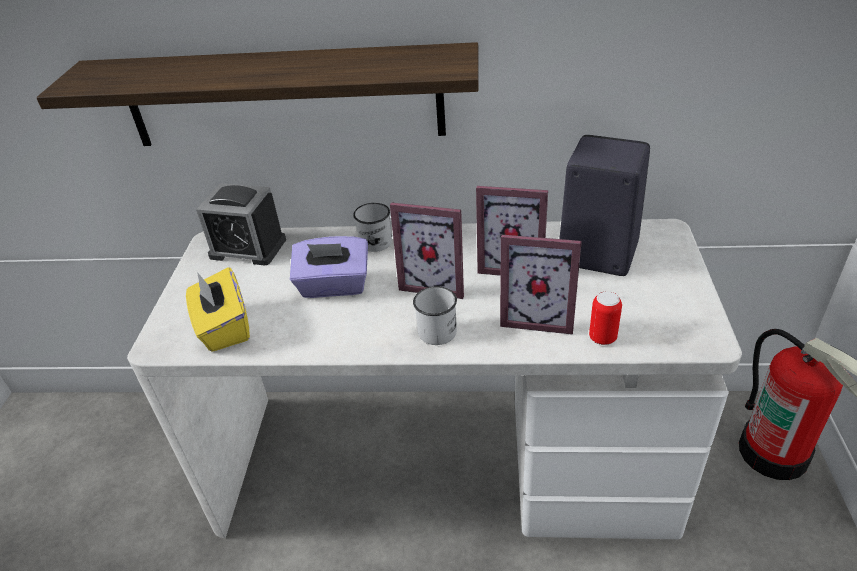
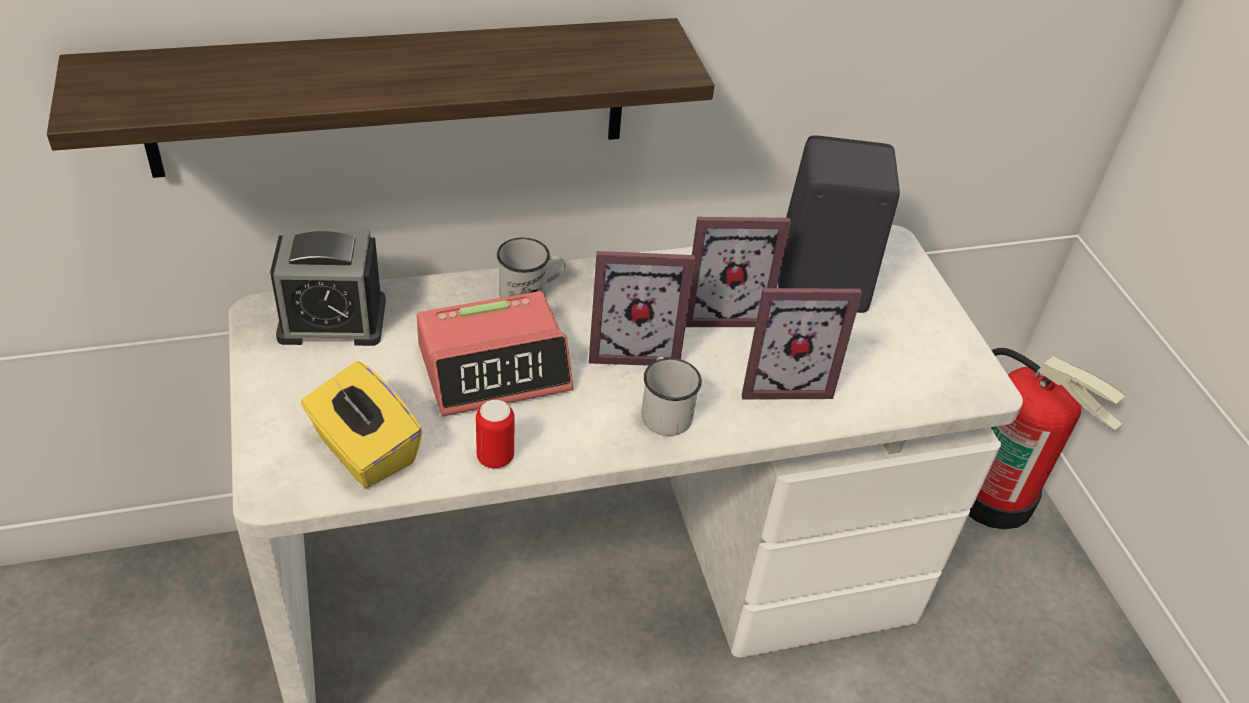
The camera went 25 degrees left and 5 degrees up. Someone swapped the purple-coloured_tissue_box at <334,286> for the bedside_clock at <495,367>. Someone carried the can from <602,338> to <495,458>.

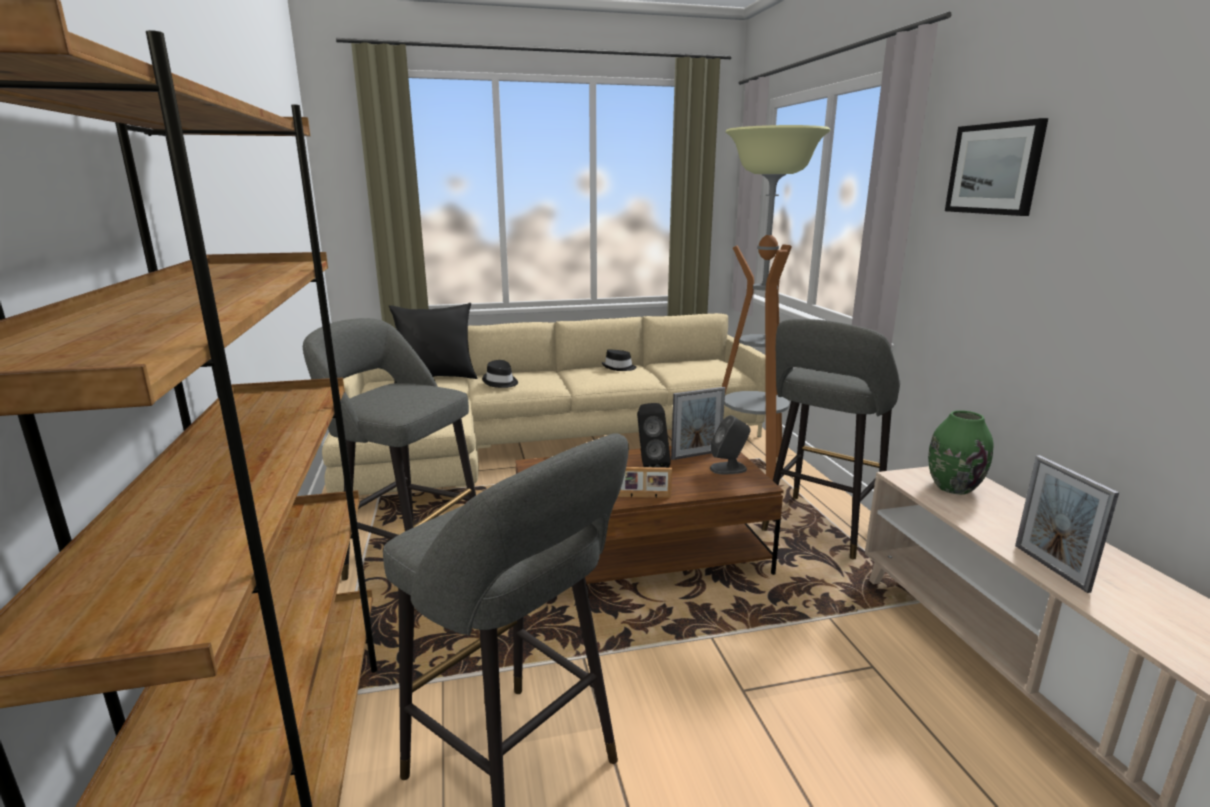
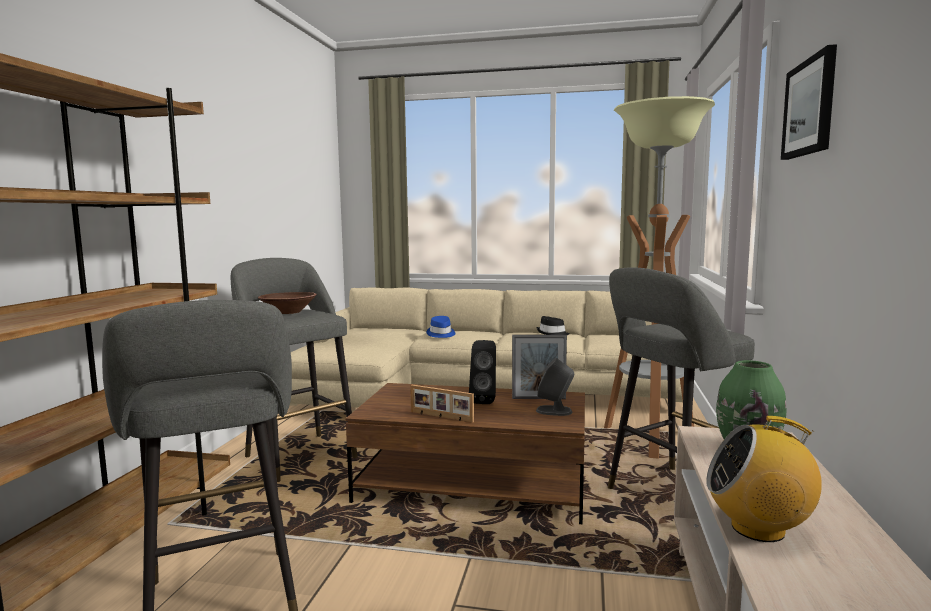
The camera went 25 degrees right and 10 degrees down. Someone put down the brownish_deep_dish at <288,312>. Someone repainted the blackish_clothing_hat at <500,382>, which became the bluish_clothing_hat at <441,334>. Someone swapped the standing_frame at <1050,568> for the radio at <758,529>. Someone took away the blackish_cushion at <436,378>.

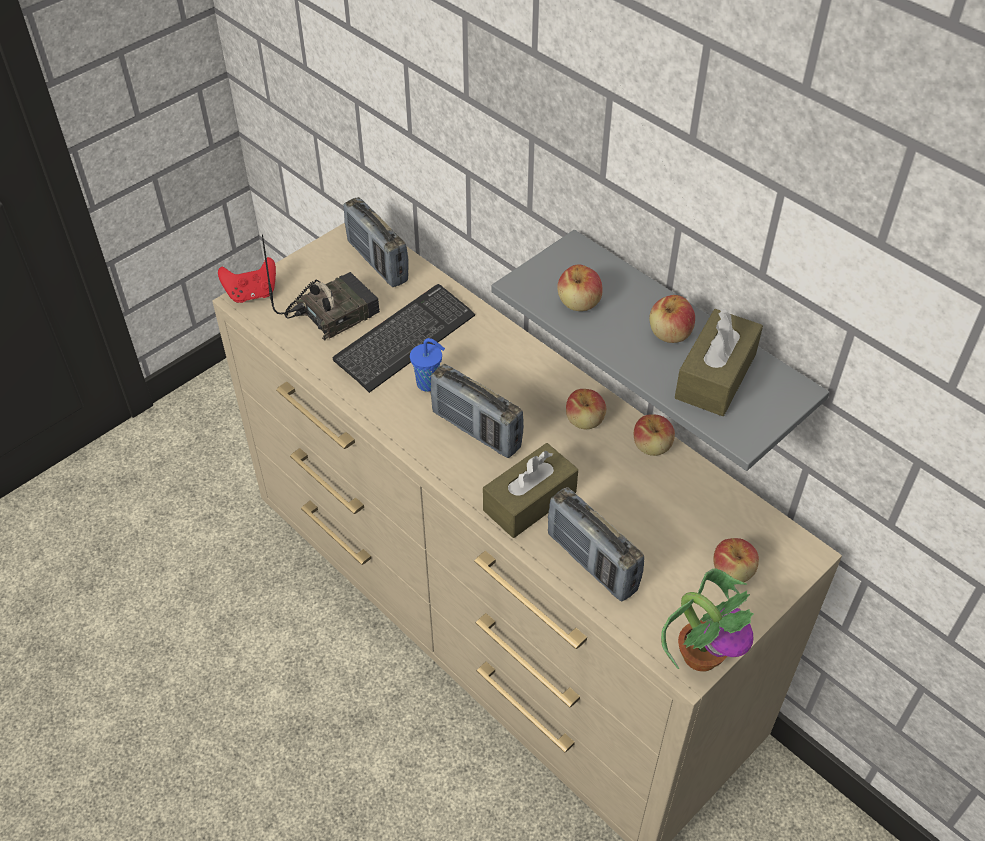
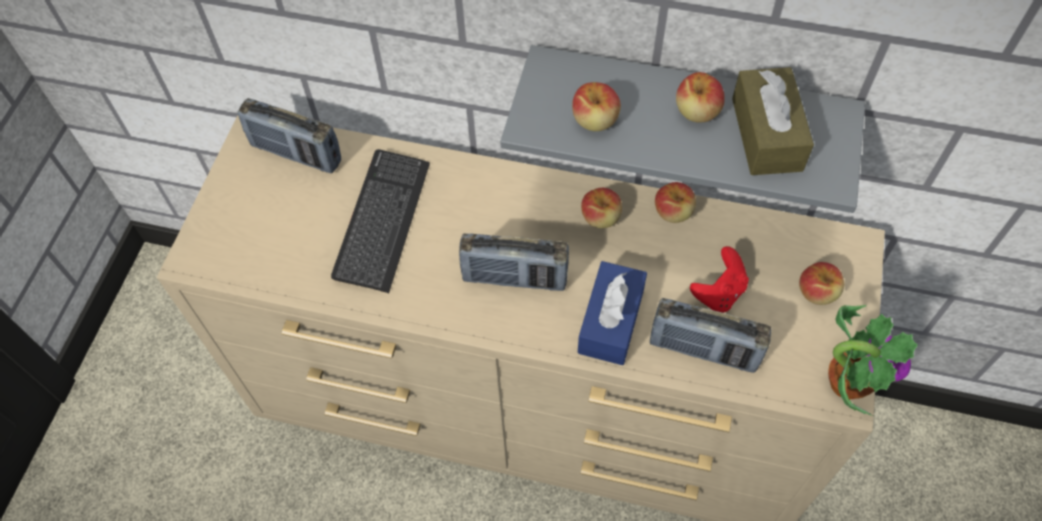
The camera went 30 degrees left and 10 degrees up. Someone repainted the brownish_tissue_box at <530,501>, which became the bluish_tissue_box at <611,321>. Someone carried the reddish_joypad from <252,294> to <718,292>. Someone took away the radio at <332,312>. Someone took away the bluish_small_cup at <429,384>.

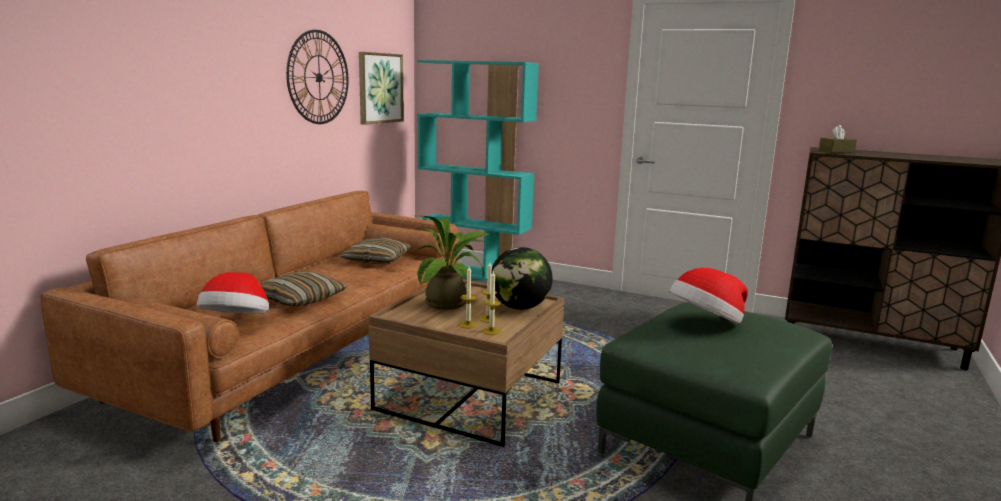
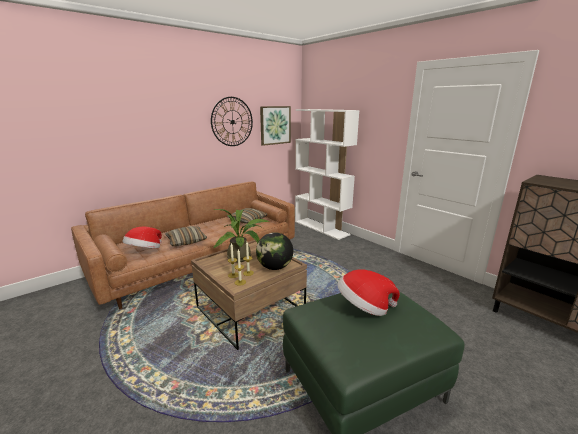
The camera went 25 degrees right and 5 degrees up. Someone repainted the turquoise-coloured_shelving_unit at <474,273>, which became the whitish_shelving_unit at <321,228>. Someone took away the brownish_tissue_box at <836,152>.

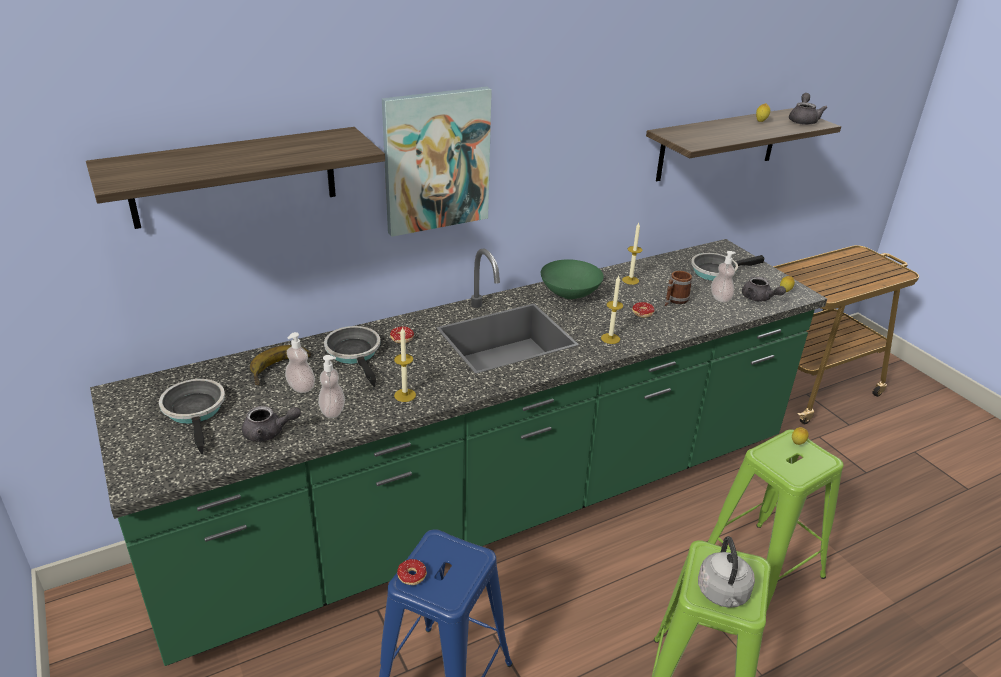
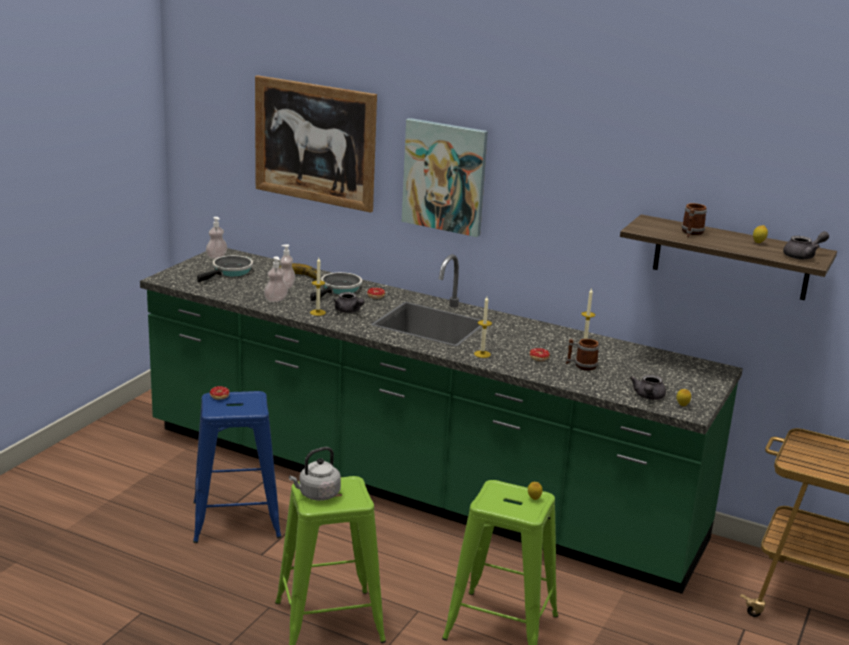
The camera went 55 degrees right and 10 degrees down. Someone carried the soap_dispenser from <720,298> to <216,257>. Someone swapped the bracket_shelf at <234,177> for the wall_picture at <315,143>. Someone carried the grey_pot_for_tea from <269,433> to <349,311>. Someone put down the mug at <691,233>. Someone took away the greenish_deep_dish at <569,294>. Someone took away the skillet at <716,271>.

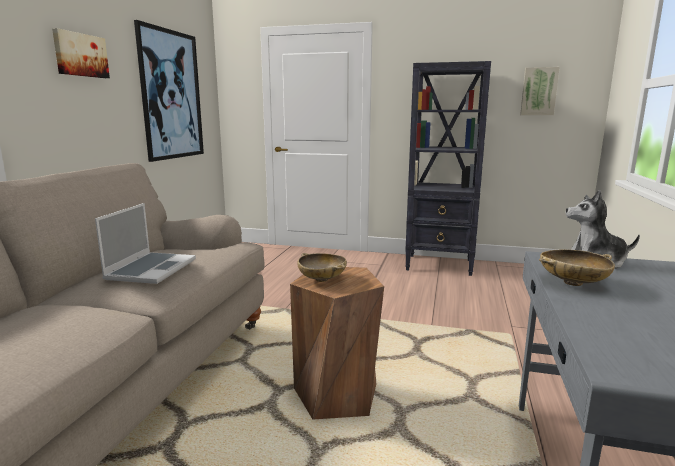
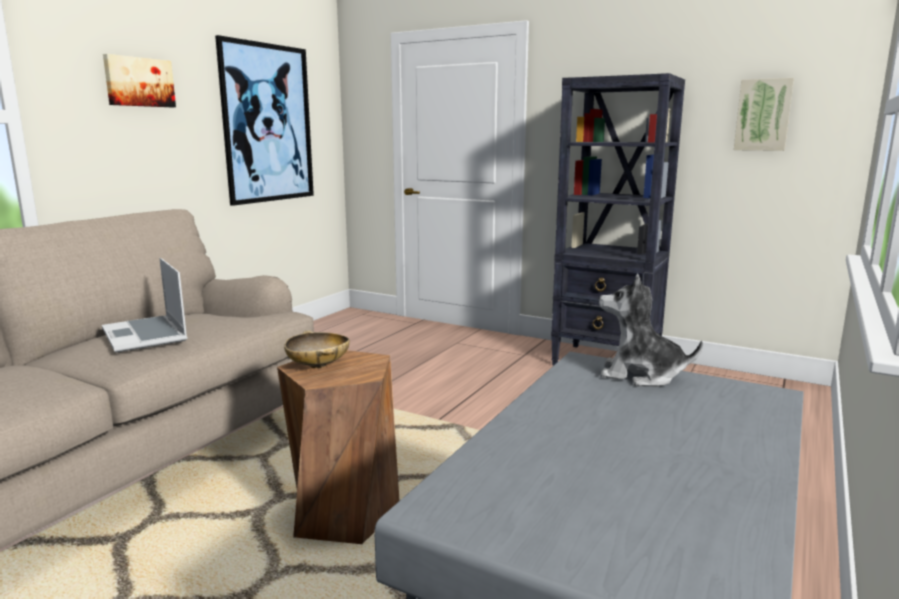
The camera went 15 degrees right and 0 degrees up. Someone rotated the notebook_computer at <151,269> by 120 degrees clockwise. Someone took away the sand-coloured_deep_dish at <572,283>.

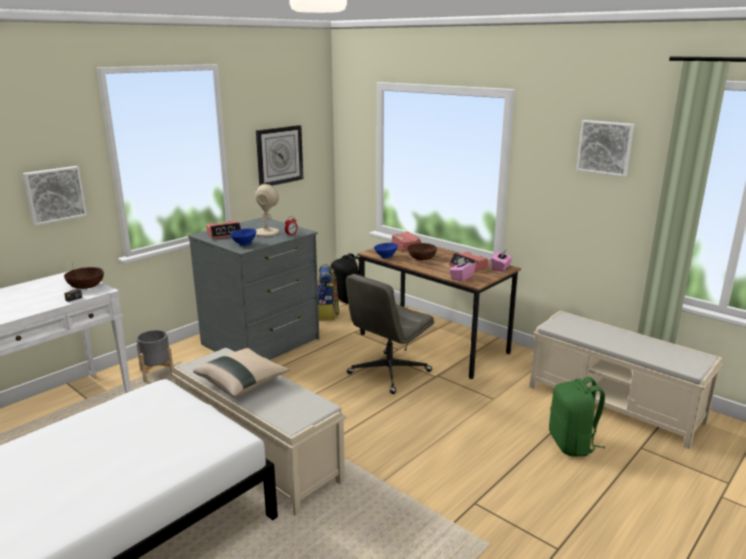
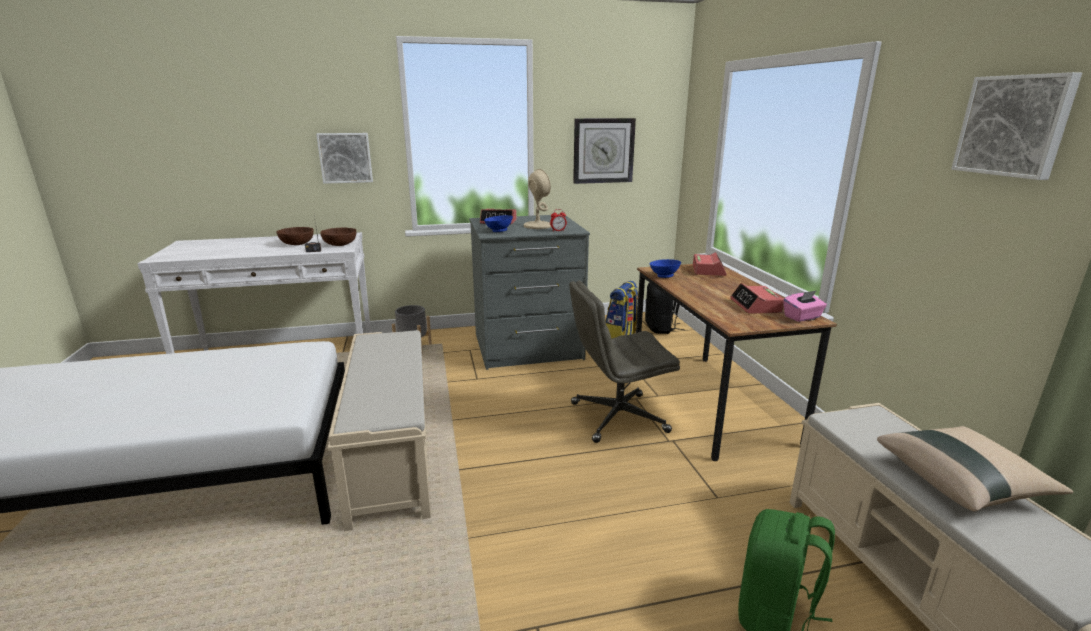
The camera went 35 degrees right and 0 degrees up. Someone carried the brownish_deep_dish from <421,258> to <297,244>. Someone carried the sand-coloured_cushion from <242,383> to <961,483>. Someone took away the pink_tissue_box at <461,277>.

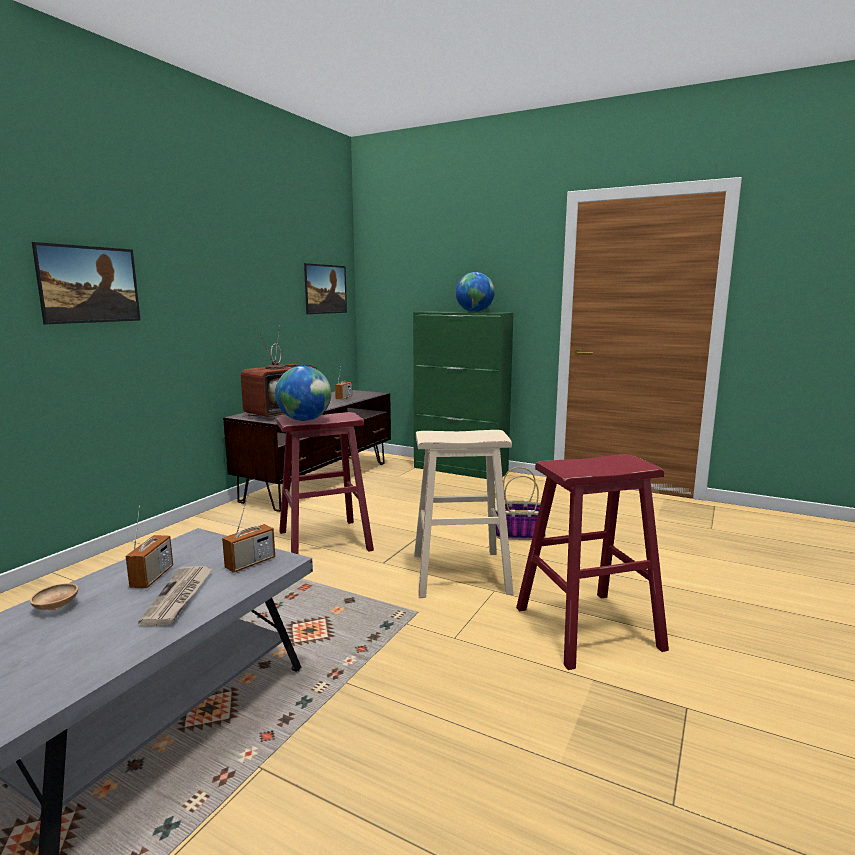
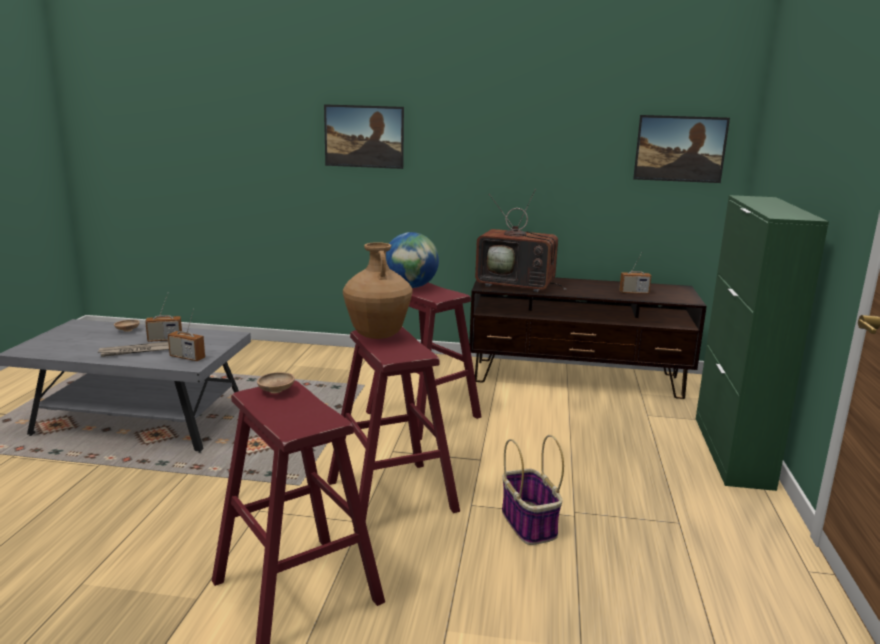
The camera went 70 degrees right and 5 degrees up. Someone put down the brownish_deep_dish at <276,391>. Someone repainted the sand-coloured_stool at <460,573>, which became the reddish_stool at <391,496>. Someone put down the brownish_decorative_vase at <378,336>. Someone took away the world_globe at <474,312>.

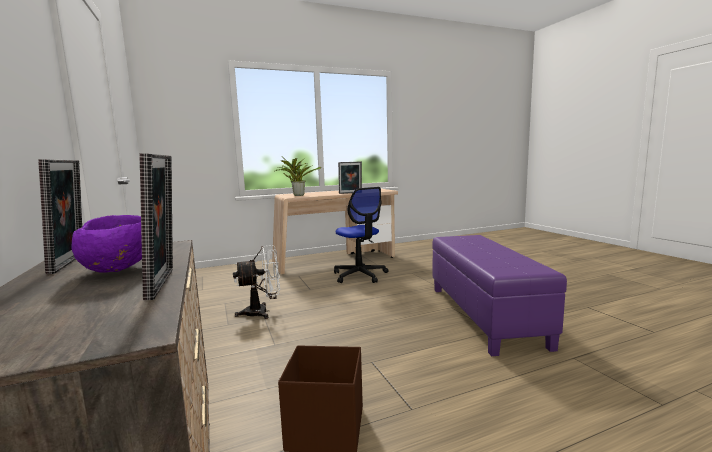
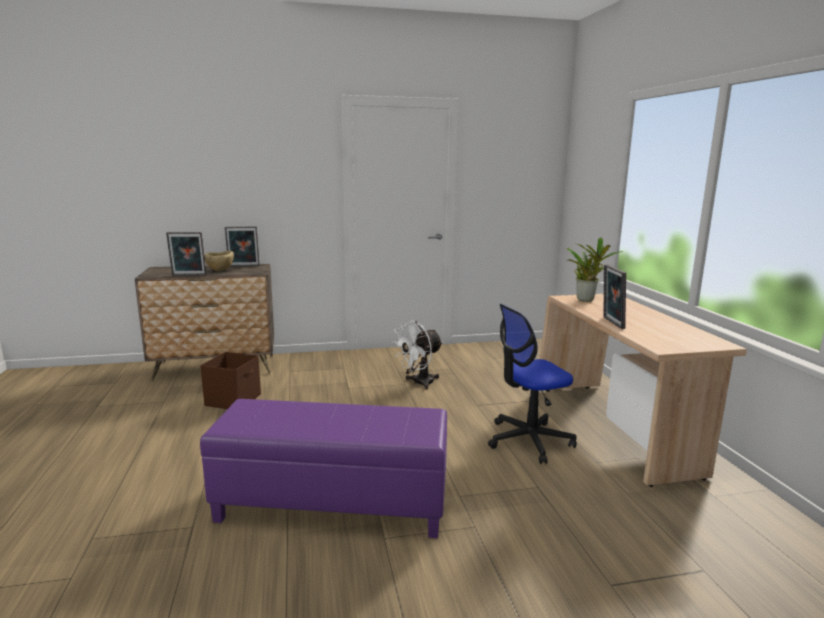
The camera went 100 degrees right and 5 degrees up. Someone repainted the purple-coloured_deep_dish at <121,269>, which became the sand-coloured_deep_dish at <220,271>. Someone rotated the whitish_cooling_fan at <262,312> by 60 degrees clockwise.

